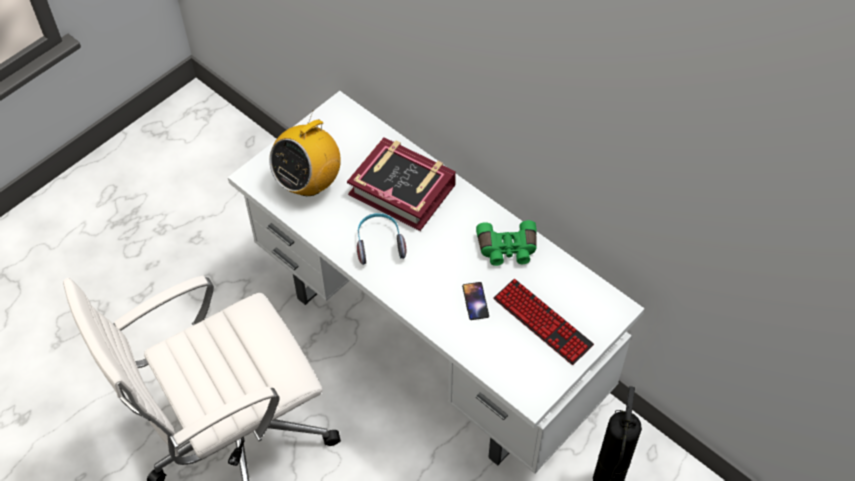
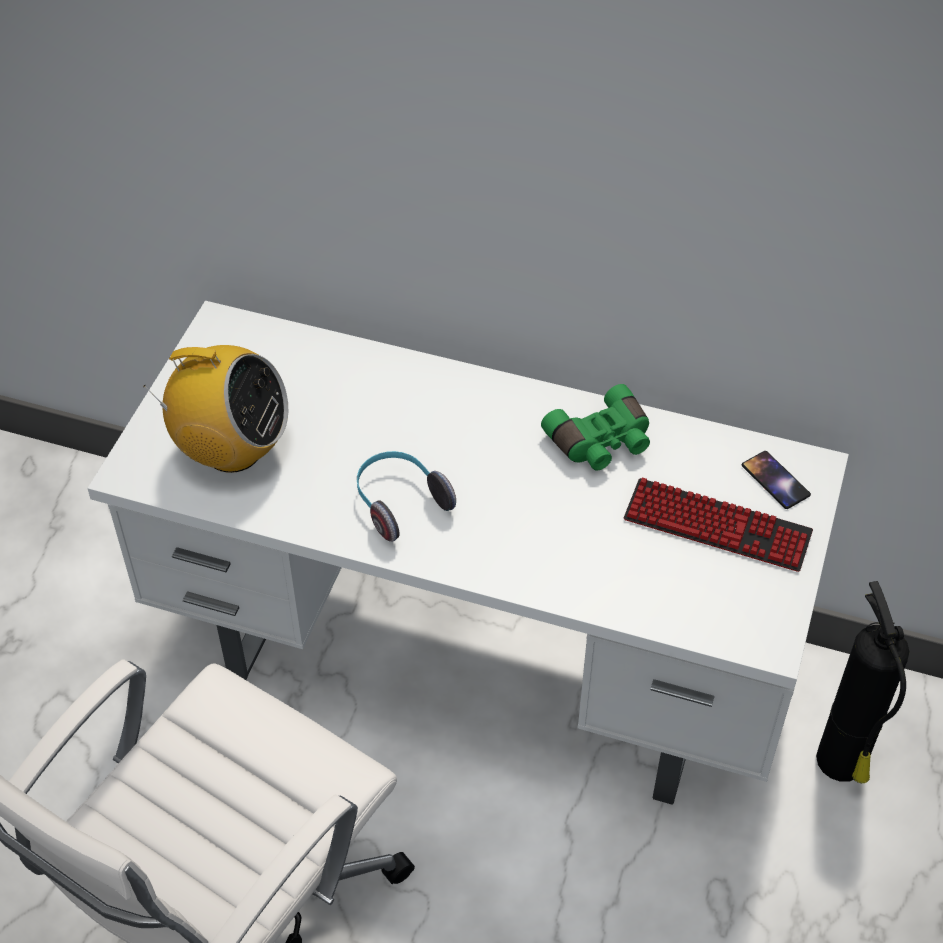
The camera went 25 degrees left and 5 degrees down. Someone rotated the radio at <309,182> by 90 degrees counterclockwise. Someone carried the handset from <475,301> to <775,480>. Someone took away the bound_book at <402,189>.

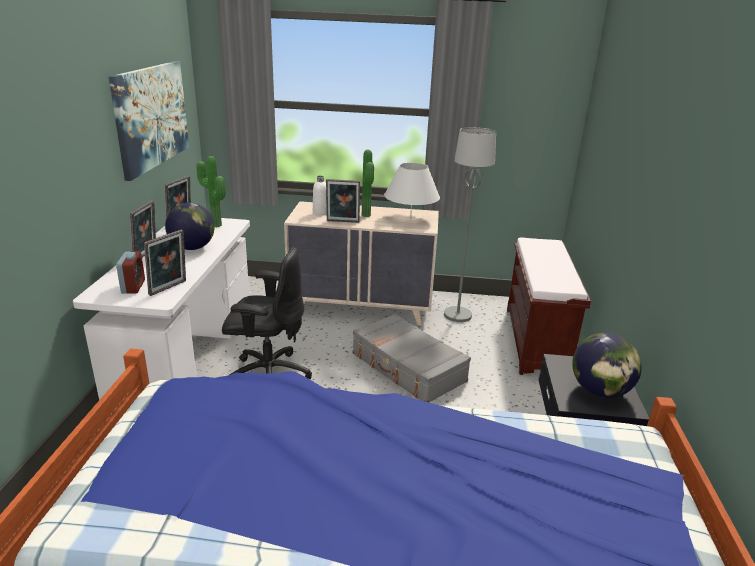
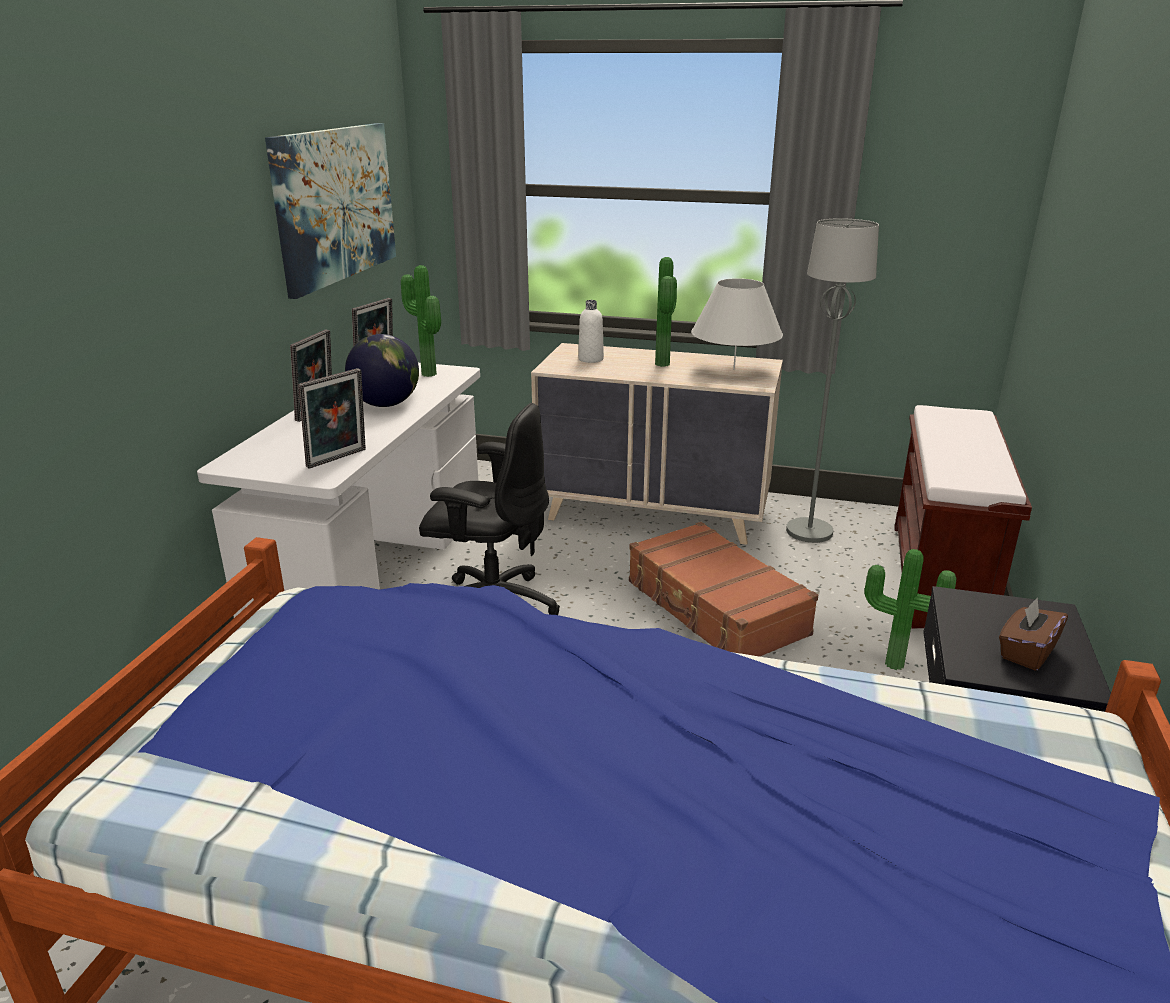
The camera went 10 degrees right and 0 degrees up. Someone repainted the grey_suitcase at <407,368>, which became the brownish_suitcase at <715,608>. Someone put down the potted_plant at <895,662>. Someone swapped the world_globe at <600,391> for the brownish_tissue_box at <1026,652>. Someone took away the bedside_clock at <133,287>. Someone took away the standing_frame at <342,222>.

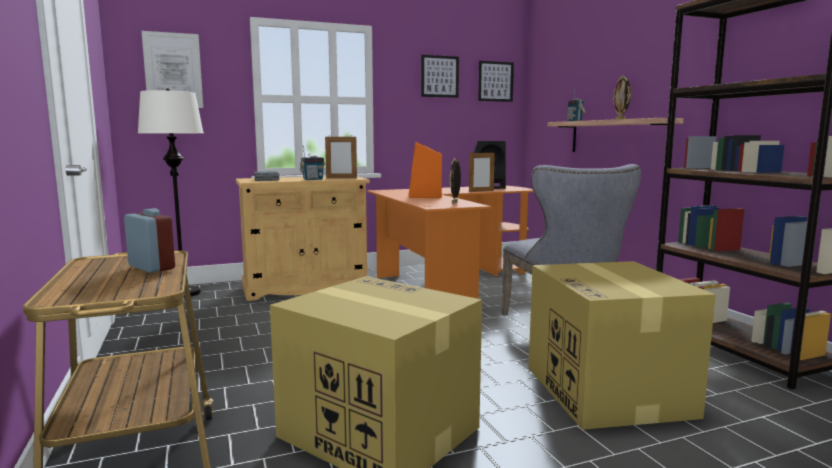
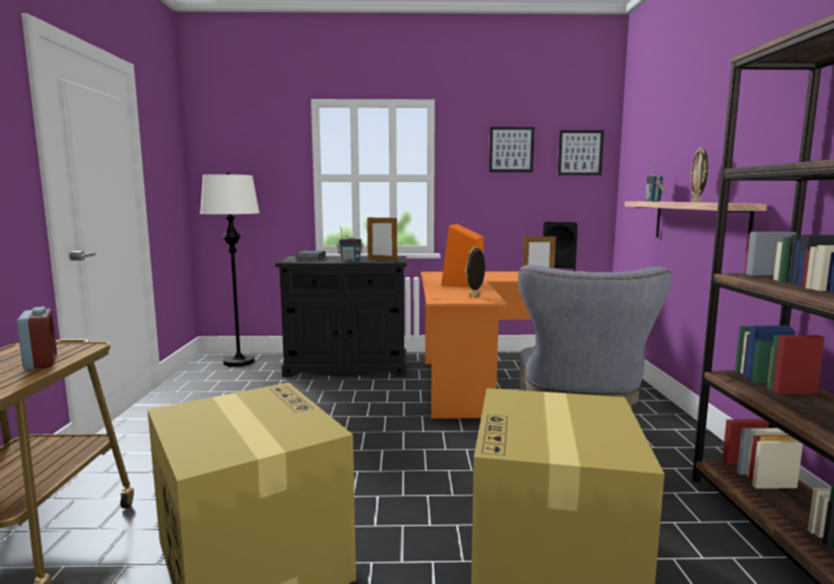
The camera went 20 degrees right and 0 degrees up. Someone repainted the sand-coloured_cupboard at <305,287>, which became the blackish_cupboard at <347,367>. Someone took away the wall_picture at <173,70>.

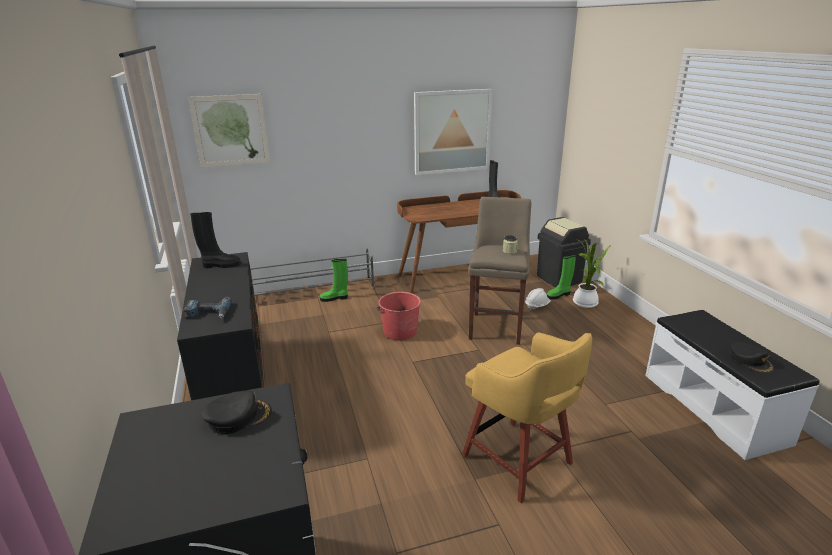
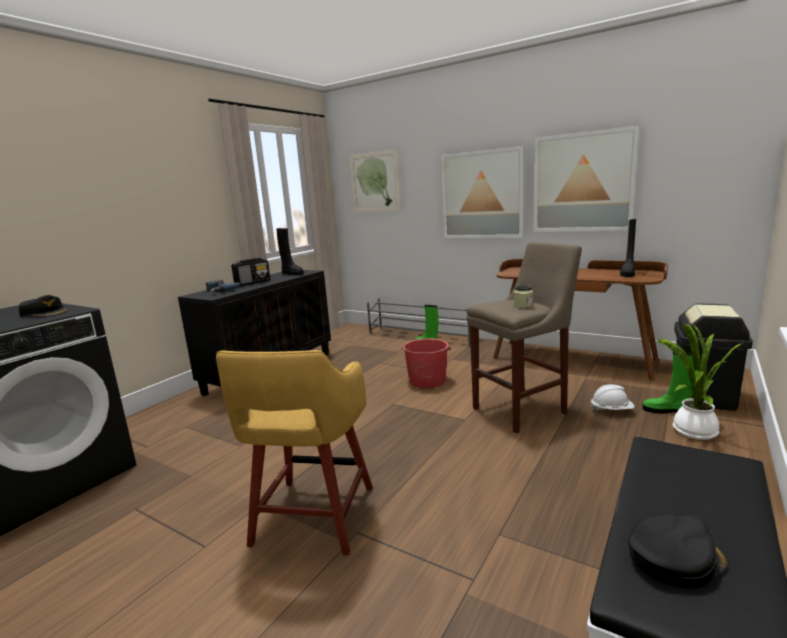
The camera went 50 degrees right and 10 degrees down. Someone put down the radio at <253,283>. Someone put up the wall_picture at <482,195>. Someone rotated the blackish_peaked_cap at <750,361> by 135 degrees counterclockwise.

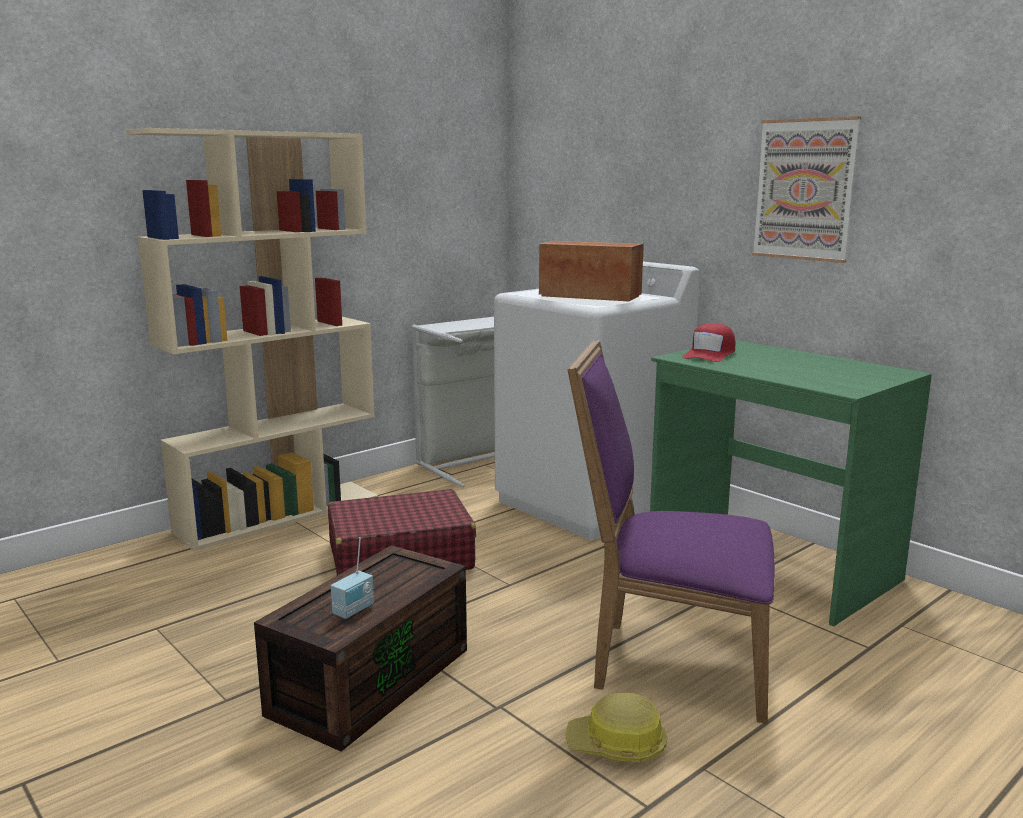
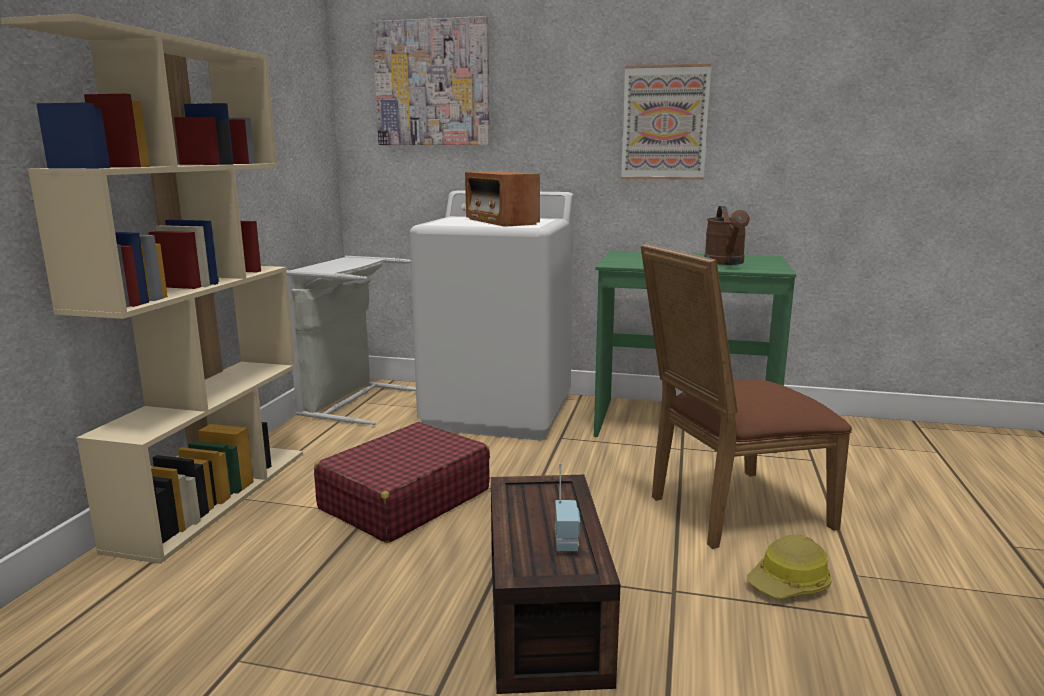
The camera went 35 degrees left and 0 degrees up. Someone put up the wall_picture at <432,83>. Someone rotated the radio at <590,296> by 105 degrees counterclockwise. Someone repainted the purple-coloured_upright_chair at <670,662>, which became the brownish_upright_chair at <728,511>. Someone put down the brownish_watering_can at <726,263>. Someone took away the reddish_peaked_cap at <710,354>.

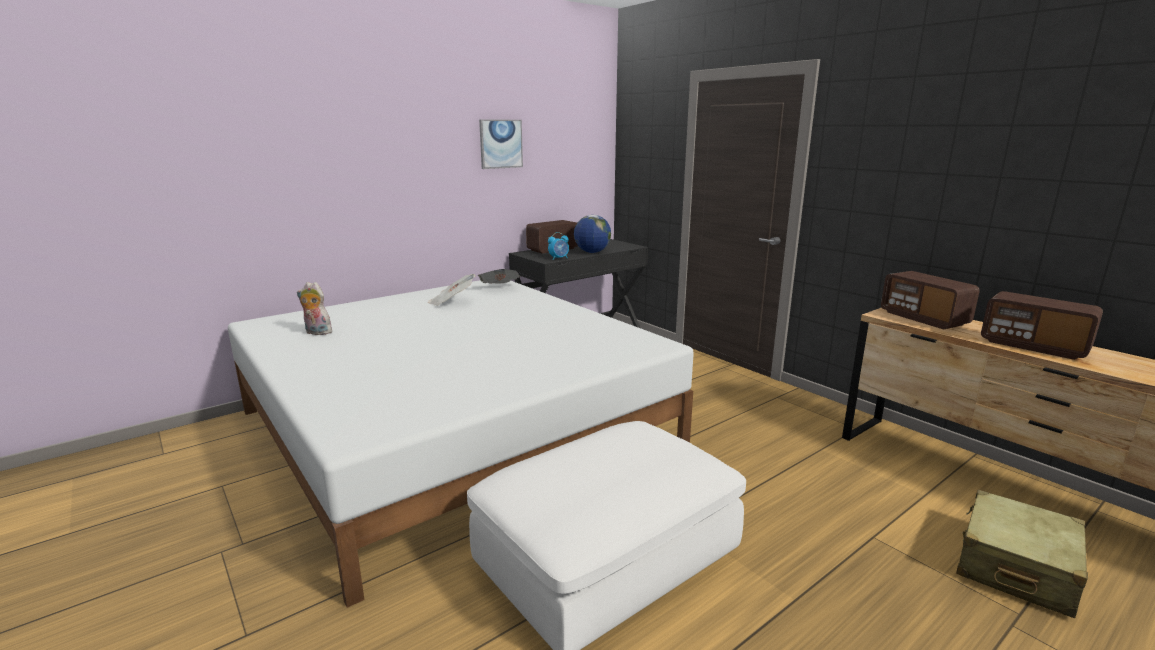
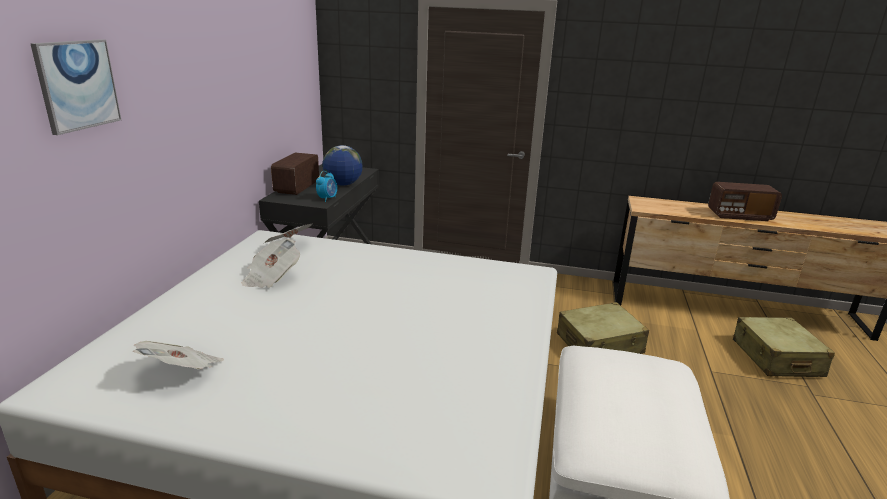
The camera went 40 degrees left and 5 degrees up. Someone carried the wall_picture from <500,144> to <77,85>. Someone swapped the cuddly_toy at <316,333> for the printed_paper at <183,371>. Someone put down the sand-coloured_suitcase at <599,344>. Someone took away the radio at <923,318>.

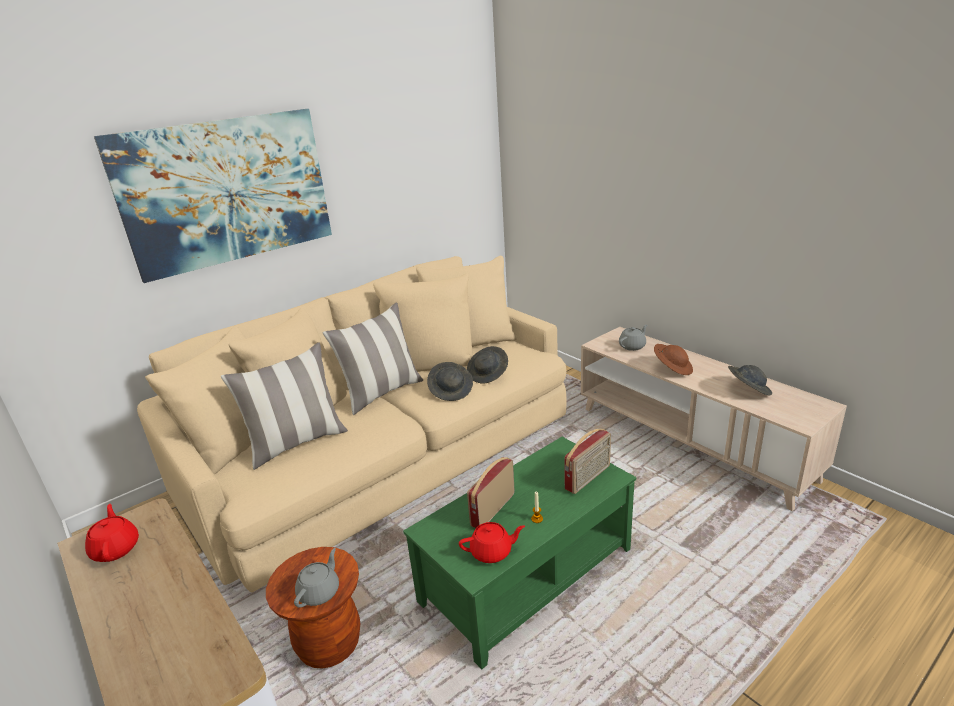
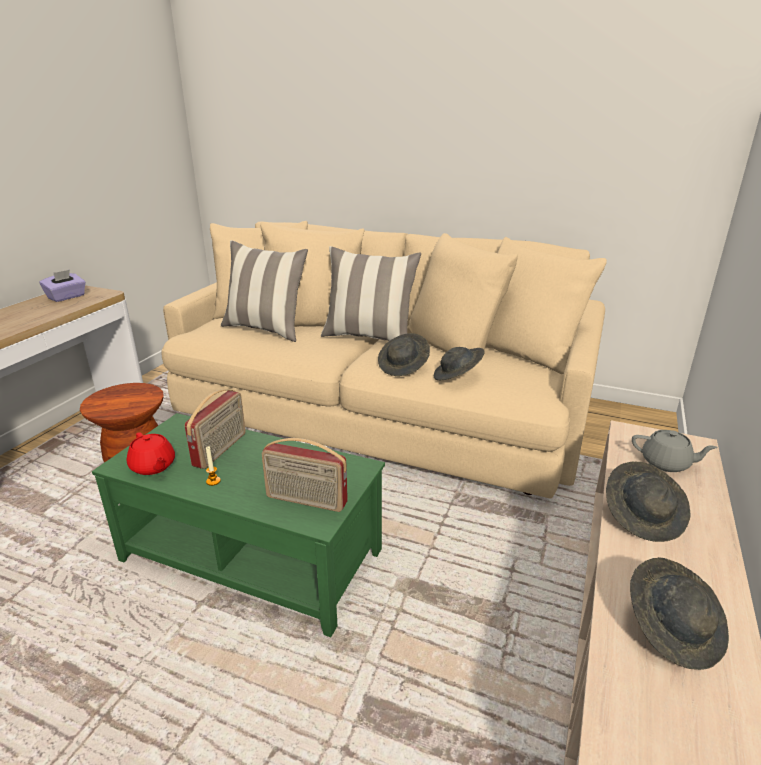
The camera went 60 degrees right and 0 degrees up. Someone swapped the reddish_pot_for_tea at <116,548> for the purple-coloured_tissue_box at <67,297>. Someone rotated the radio at <492,509> by 105 degrees clockwise. Someone repainted the brownish_clothing_hat at <672,368>, which became the grey_clothing_hat at <643,516>. Someone took away the wall_picture at <227,191>. Someone took away the grey_pot_for_tea at <320,592>.

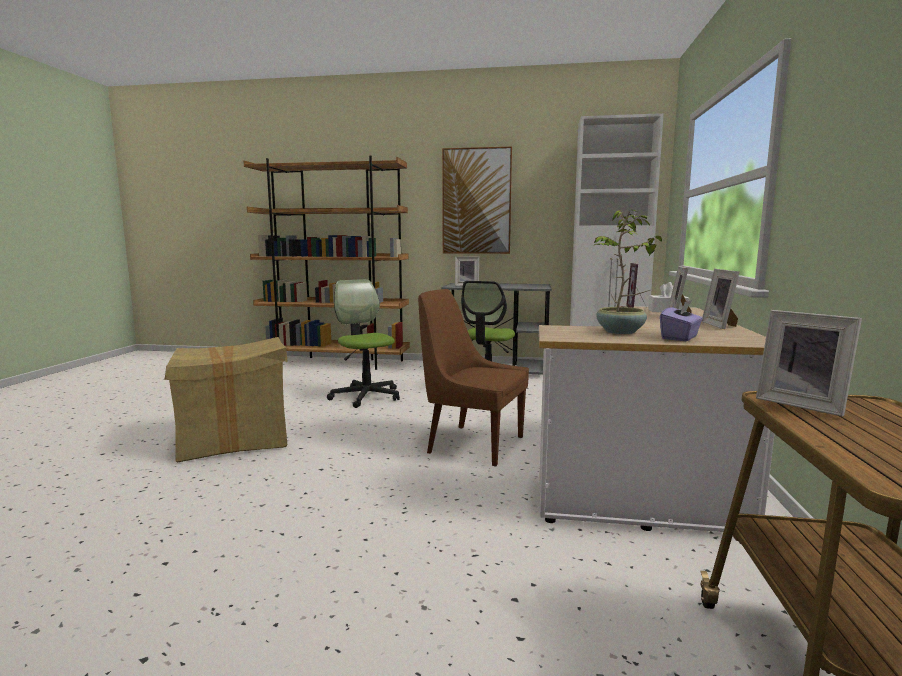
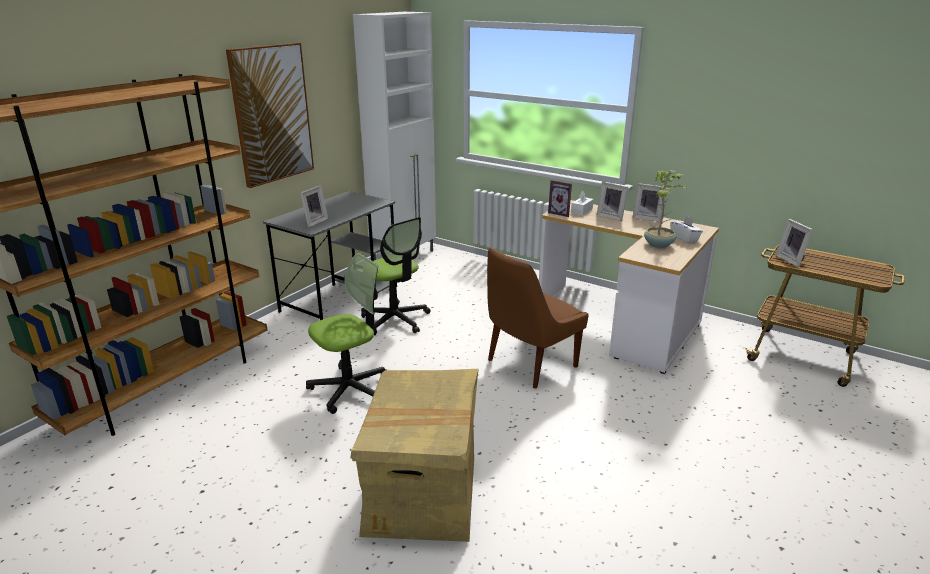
The camera went 65 degrees left and 15 degrees up. Someone rotated the office_chair at <366,396> by 150 degrees clockwise. Someone repainted the purple-coloured_tissue_box at <680,338>, which became the whitish_tissue_box at <684,238>. Someone rotated the standing_frame at <802,404> by 90 degrees clockwise.

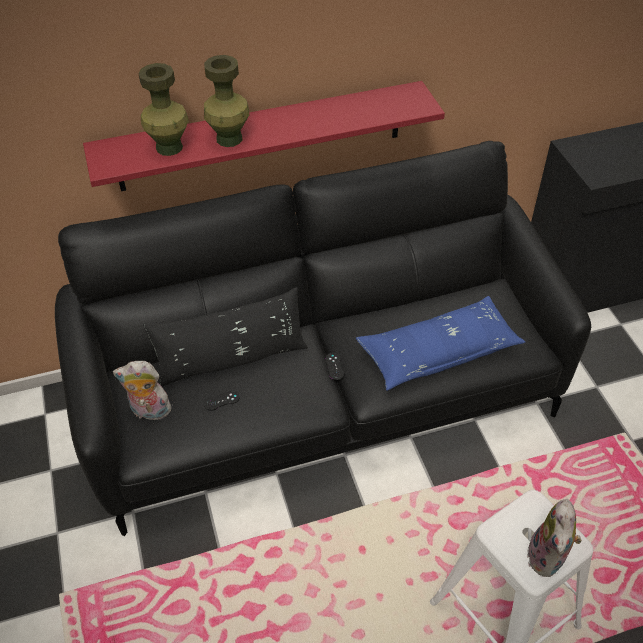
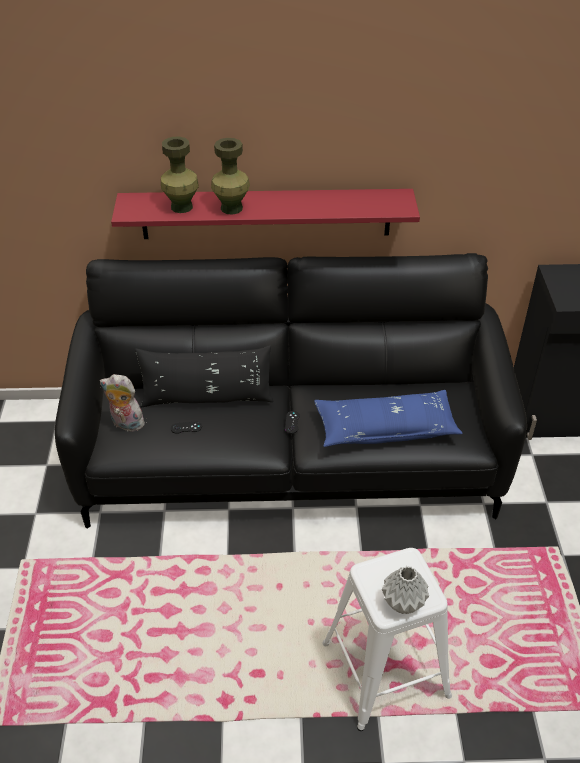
The camera went 15 degrees right and 5 degrees down. Someone swapped the cuddly_toy at <548,558> for the grey_decorative_vase at <403,602>.

